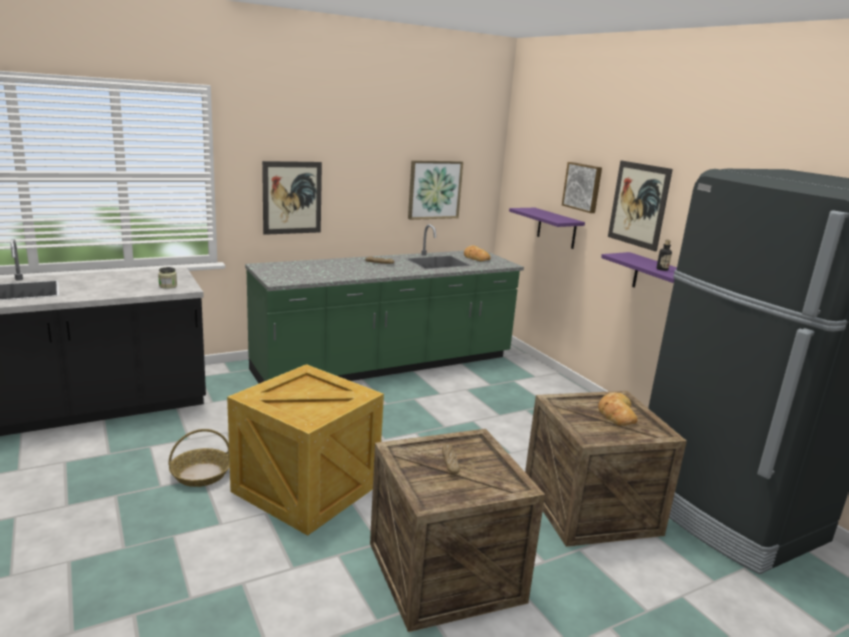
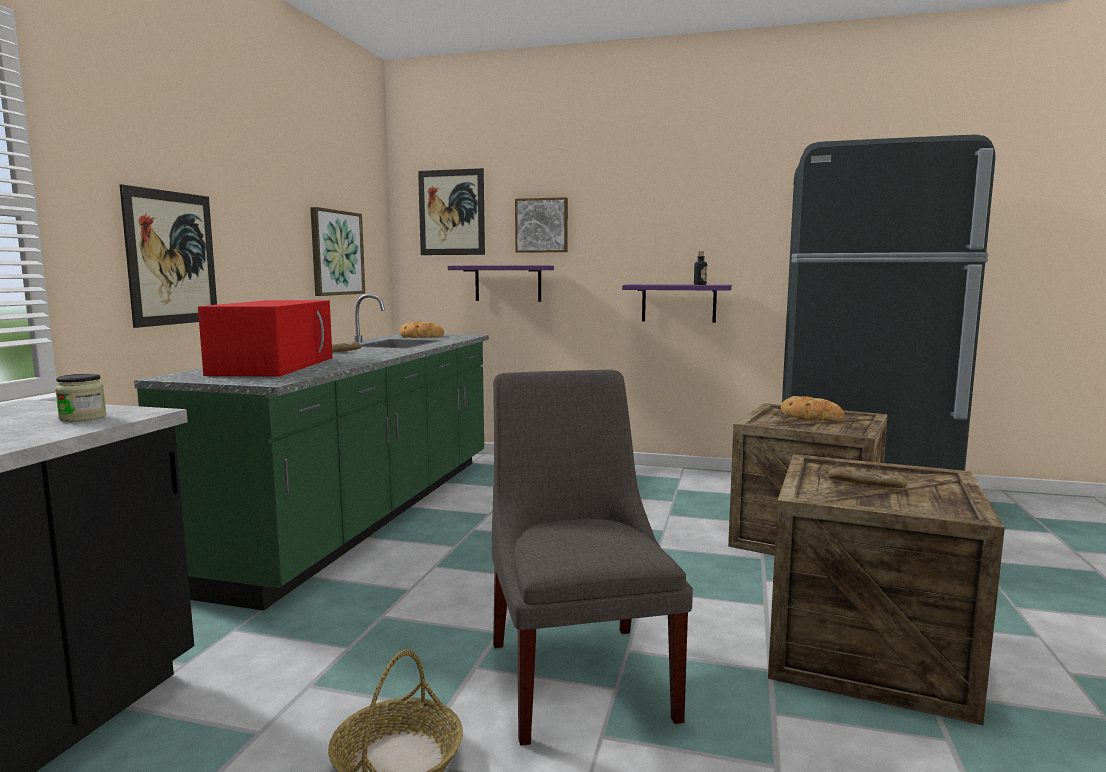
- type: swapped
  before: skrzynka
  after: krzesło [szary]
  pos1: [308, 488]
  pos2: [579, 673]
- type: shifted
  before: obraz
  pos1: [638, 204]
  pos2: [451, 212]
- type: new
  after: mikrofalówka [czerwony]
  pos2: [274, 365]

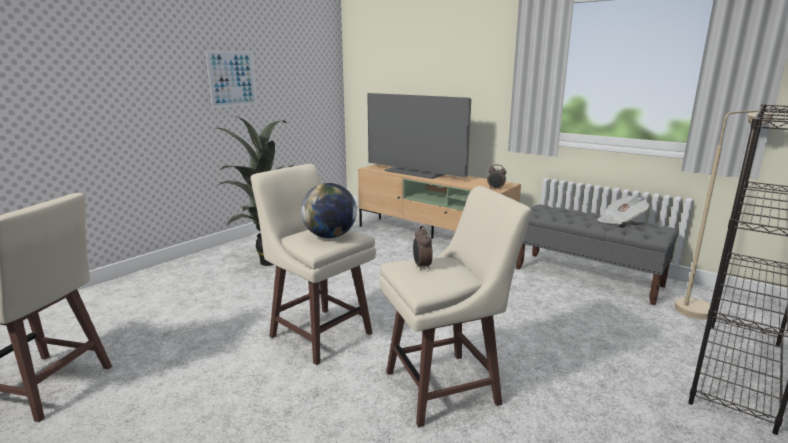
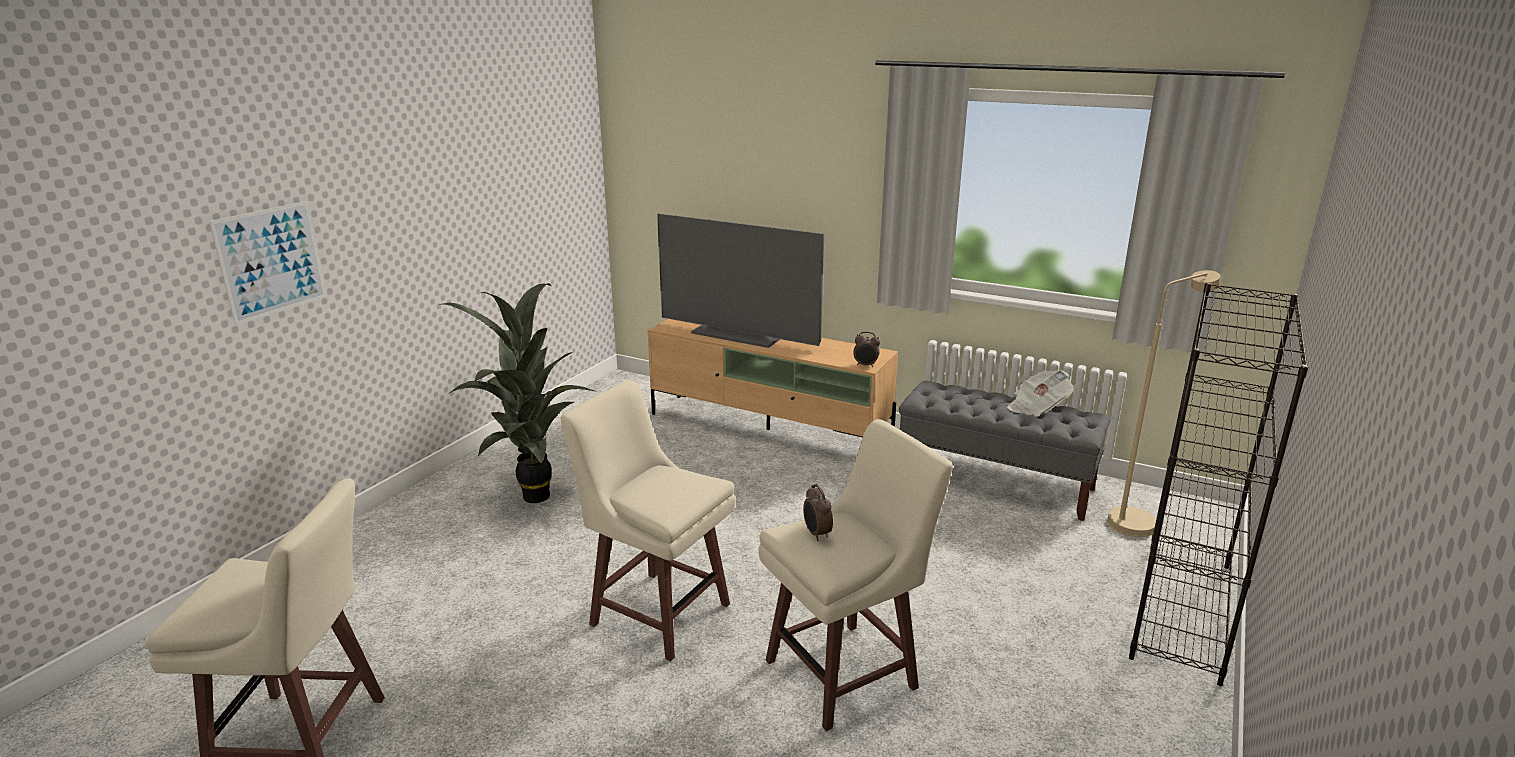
- type: shifted
  before: obraz
  pos1: [232, 79]
  pos2: [271, 261]
- type: gone
  before: globus
  pos1: [330, 236]

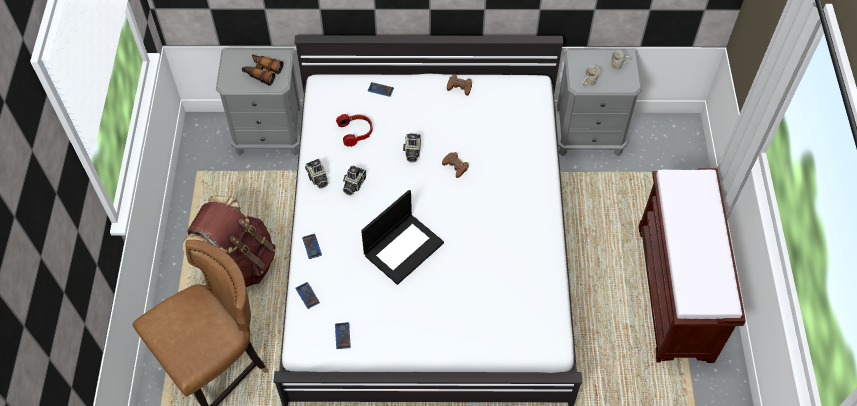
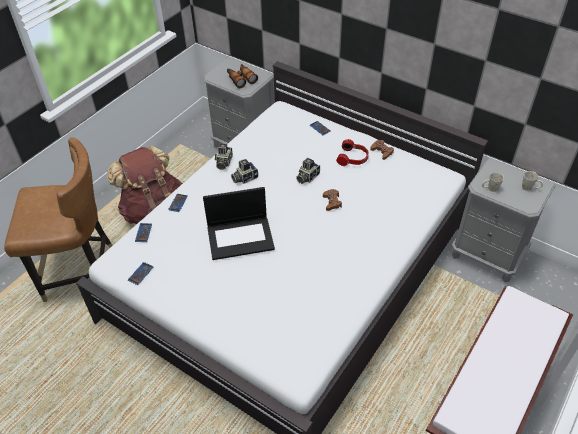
- type: shifted
  before: słuchawki
  pos1: [356, 132]
  pos2: [353, 158]

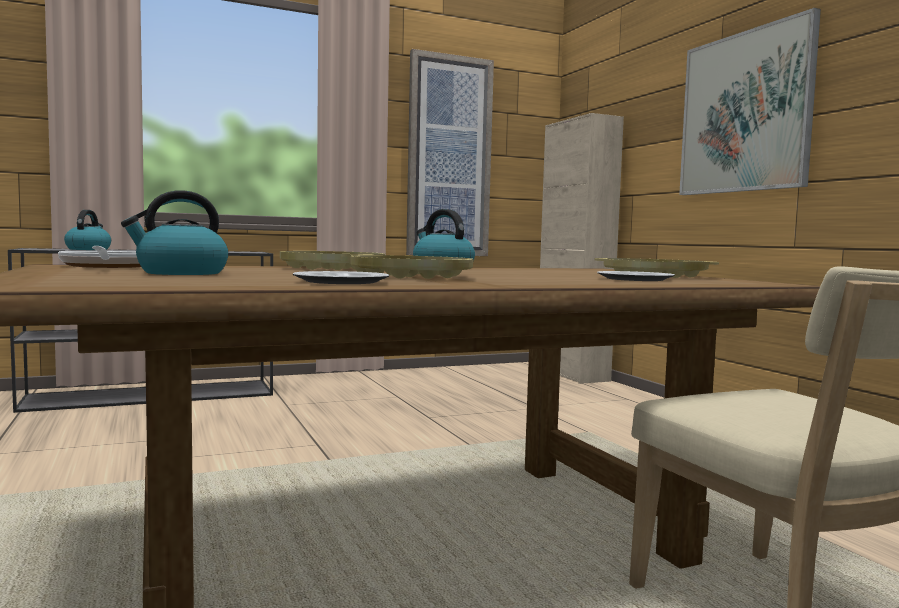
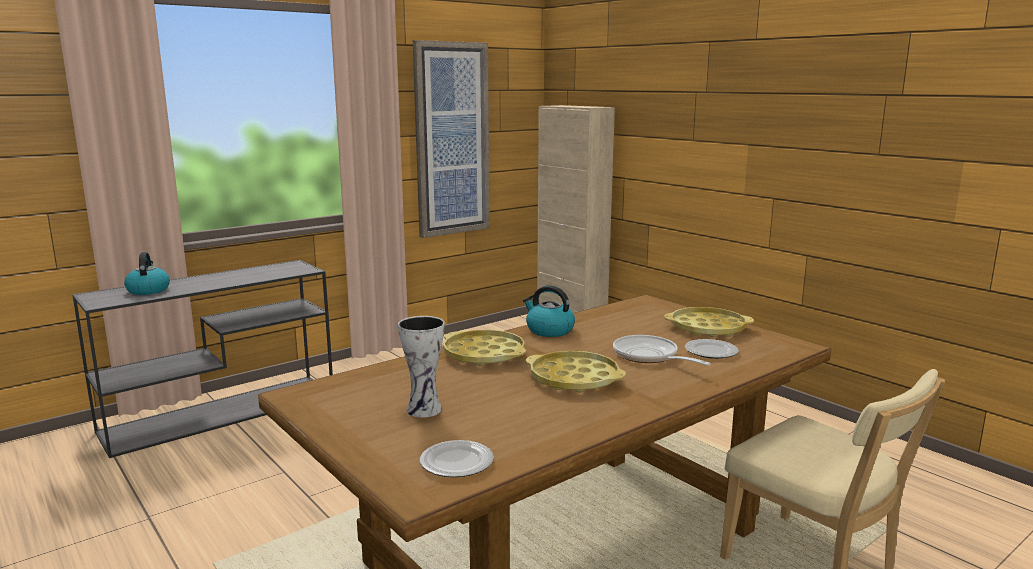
- type: shifted
  before: patelnia
  pos1: [108, 266]
  pos2: [649, 356]
- type: swapped
  before: czajnik
  after: wazon
  pos1: [181, 273]
  pos2: [426, 409]
- type: shifted
  before: talerz
  pos1: [341, 282]
  pos2: [456, 463]
- type: gone
  before: obraz
  pos1: [745, 112]

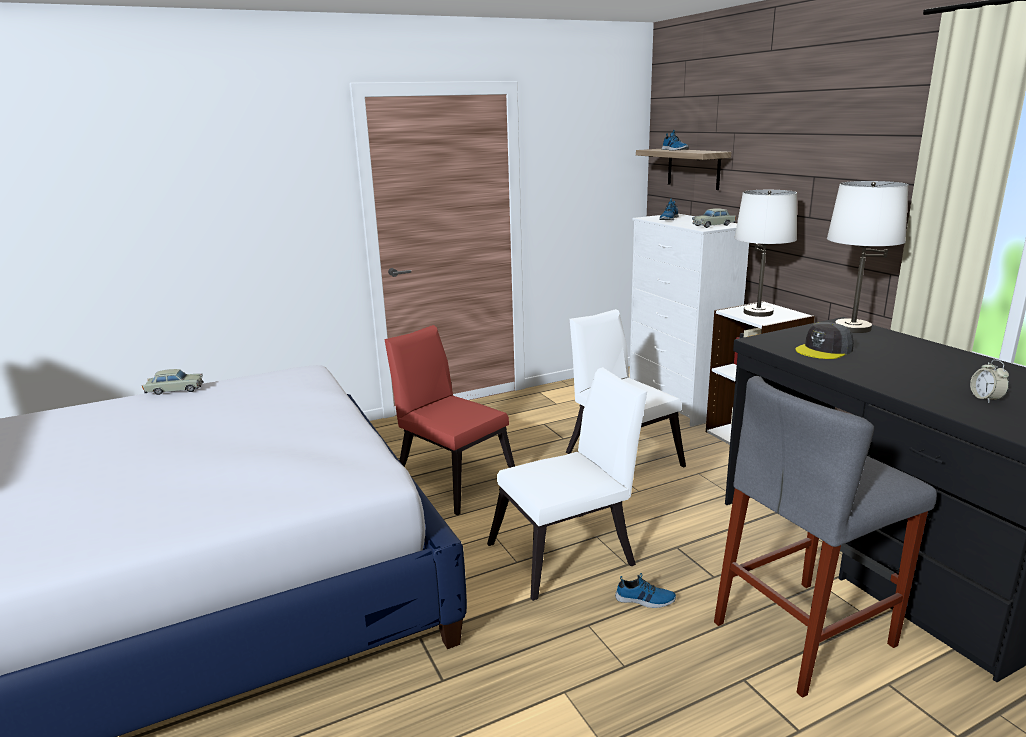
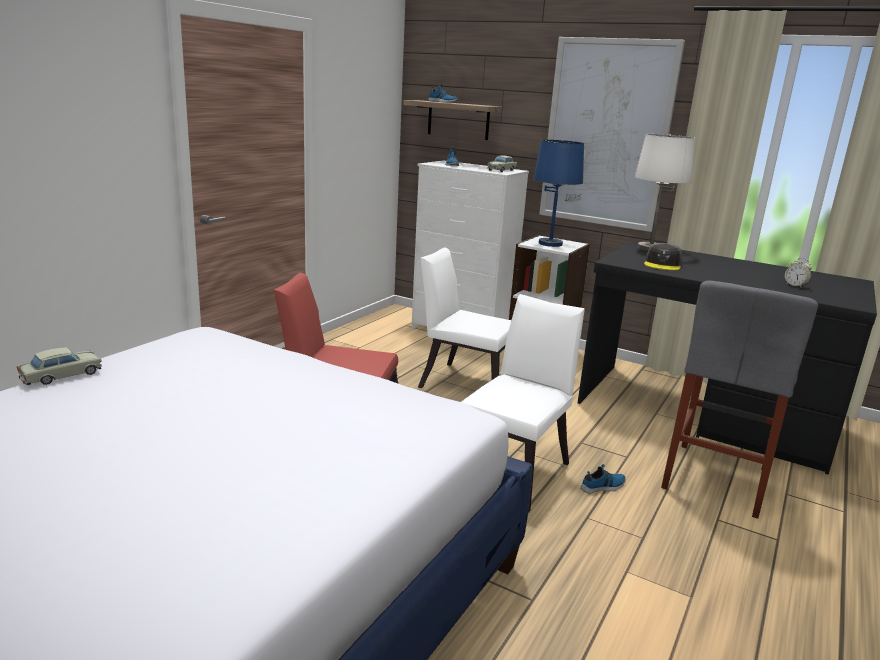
- type: repainted
  before: lampa stołowa [biały]
  after: lampa stołowa [niebieski]
  pos1: [758, 312]
  pos2: [550, 244]
- type: new
  after: obraz
  pos2: [606, 134]

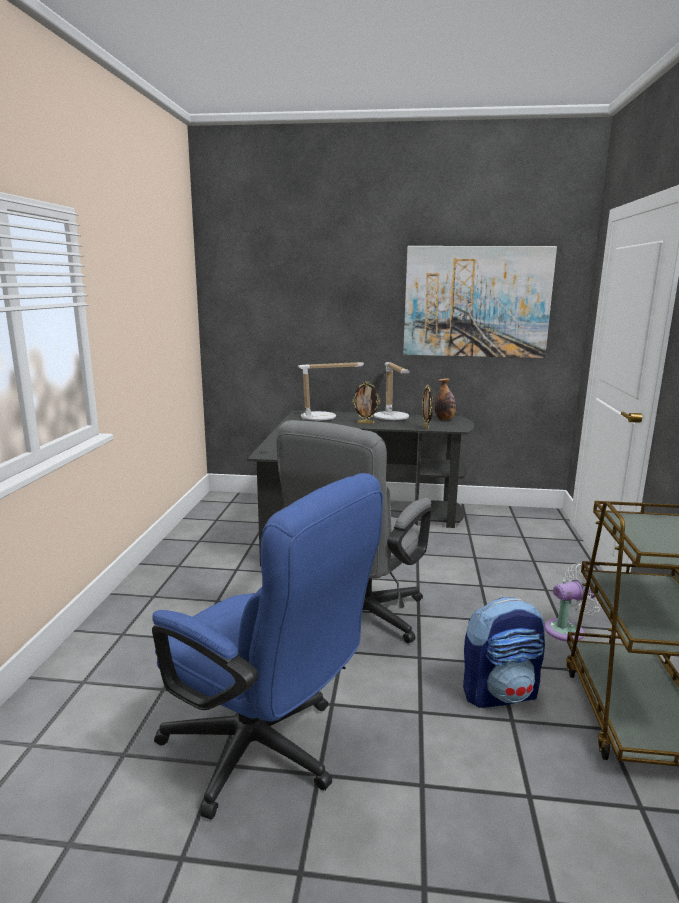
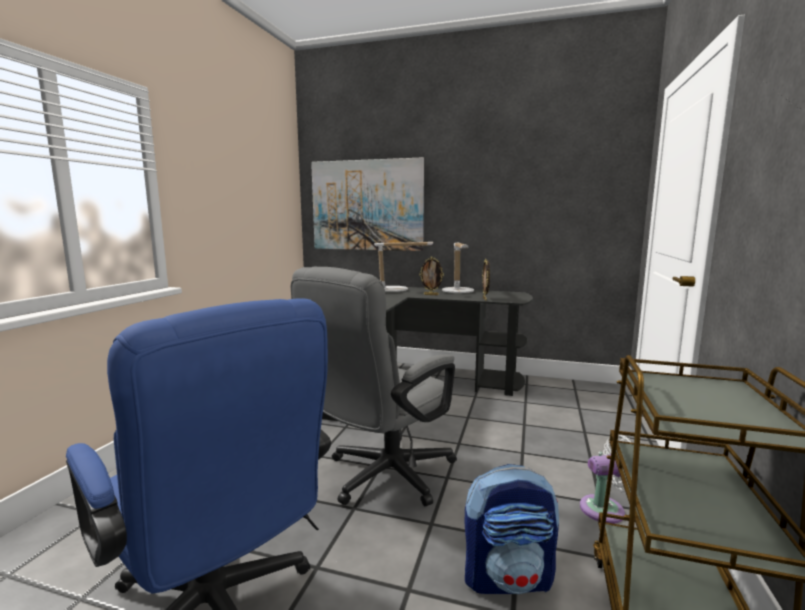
- type: shifted
  before: obraz
  pos1: [476, 302]
  pos2: [367, 205]
- type: gone
  before: butelka
  pos1: [444, 419]

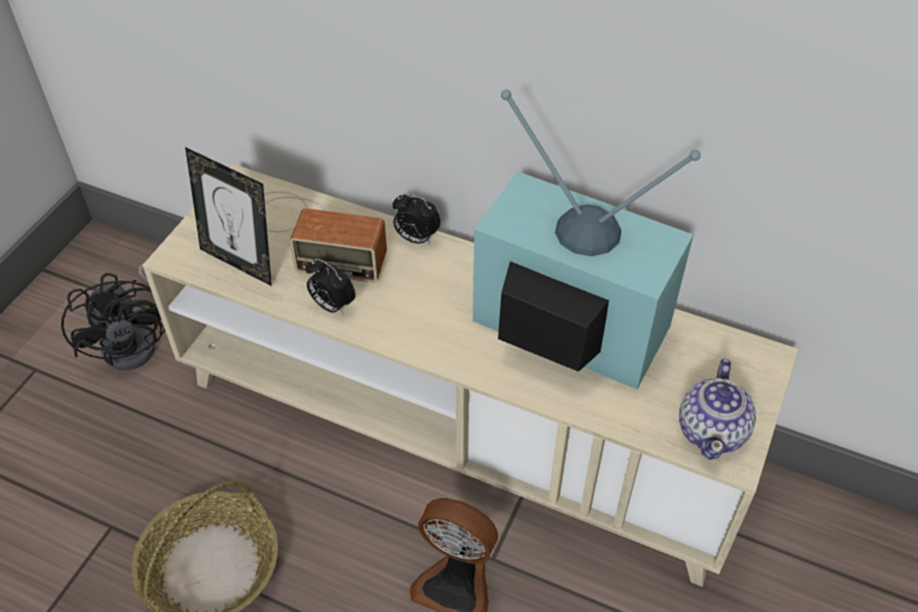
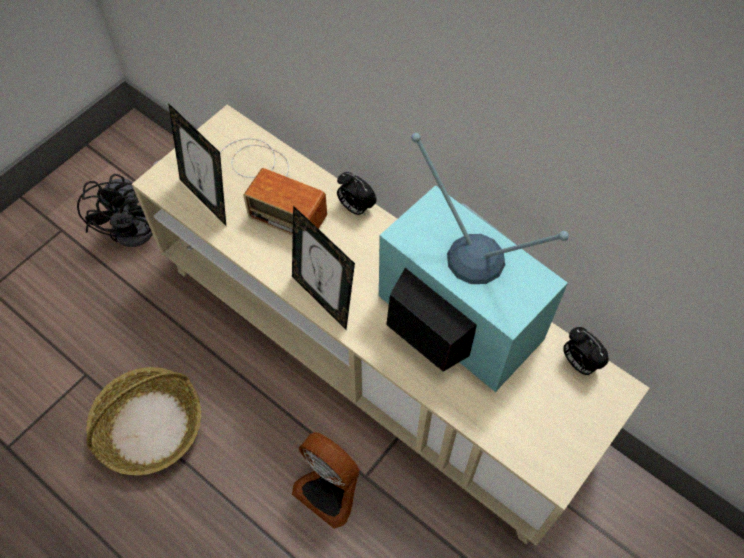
- type: shifted
  before: budzik
  pos1: [332, 305]
  pos2: [579, 363]
- type: gone
  before: imbryk
  pos1: [712, 430]
- type: new
  after: ramka na zdjęcie
  pos2: [323, 298]

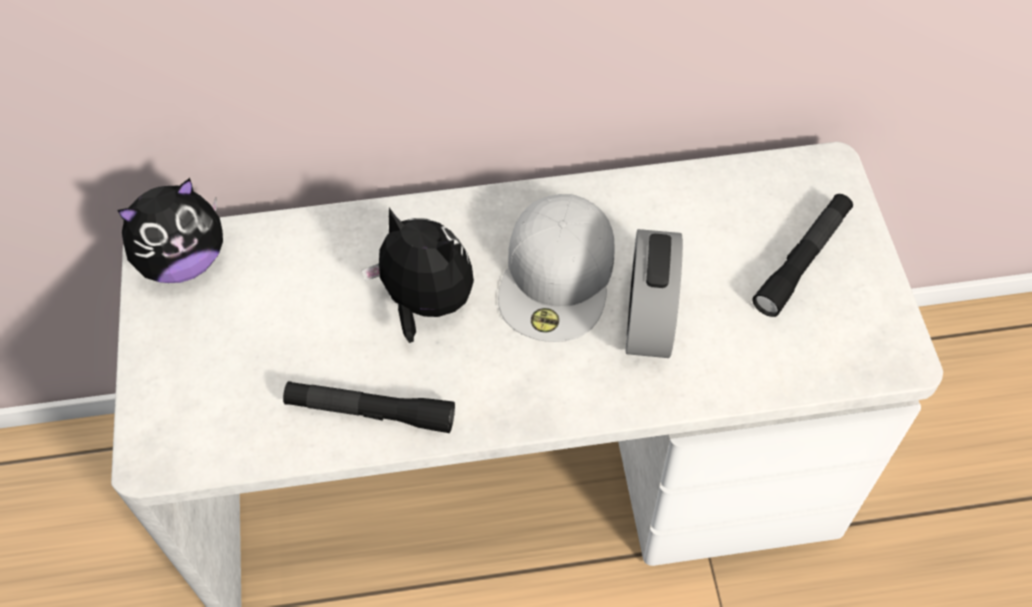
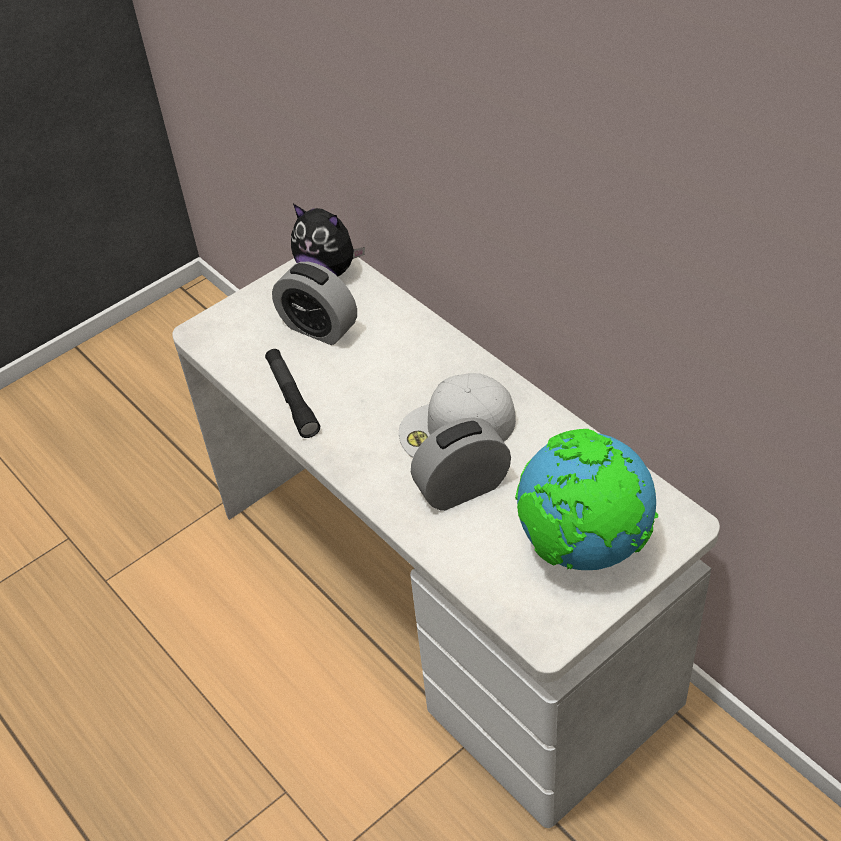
- type: gone
  before: pluszak
  pos1: [425, 303]
- type: swapped
  before: latarka [czarny]
  after: globus
  pos1: [802, 260]
  pos2: [583, 546]
- type: new
  after: budzik
  pos2: [318, 328]

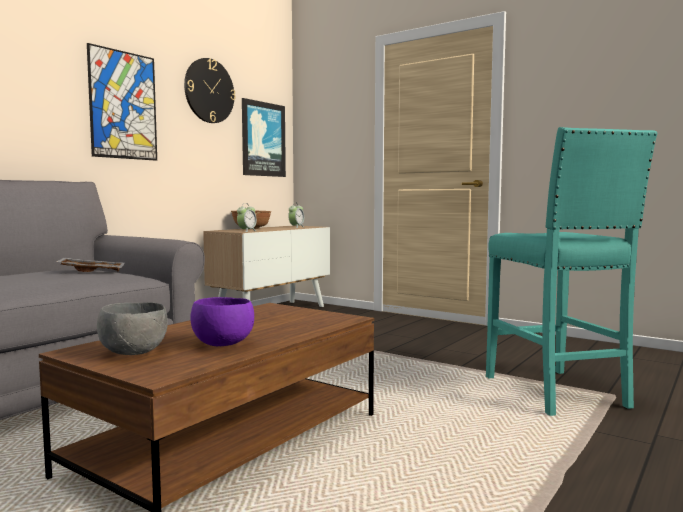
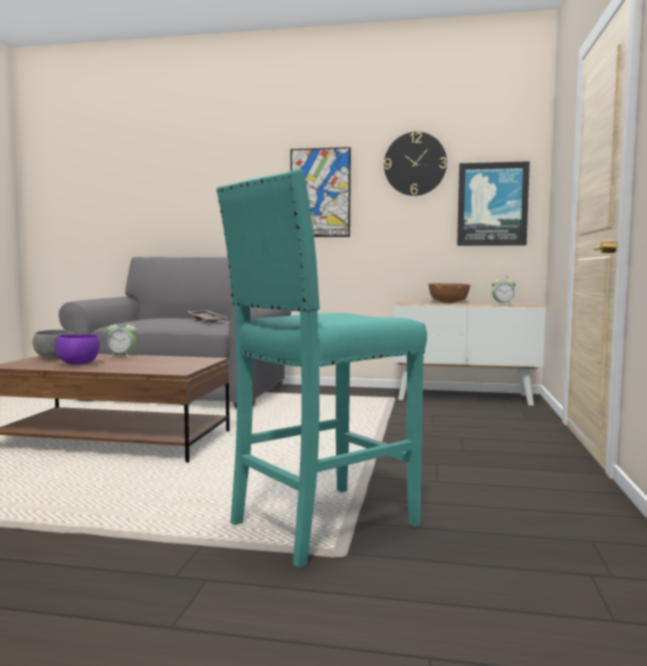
- type: shifted
  before: budzik
  pos1: [247, 231]
  pos2: [122, 356]

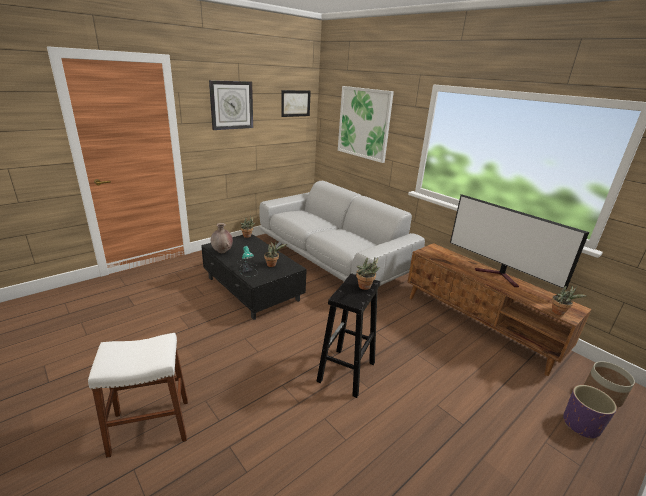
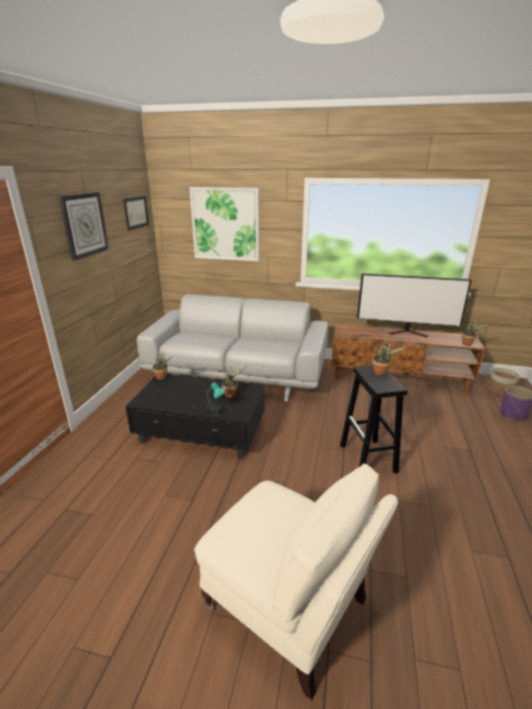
- type: swapped
  before: stołek [biały]
  after: fotel [beżowy]
  pos1: [150, 426]
  pos2: [289, 607]
- type: gone
  before: wazon [brązowy]
  pos1: [222, 252]

